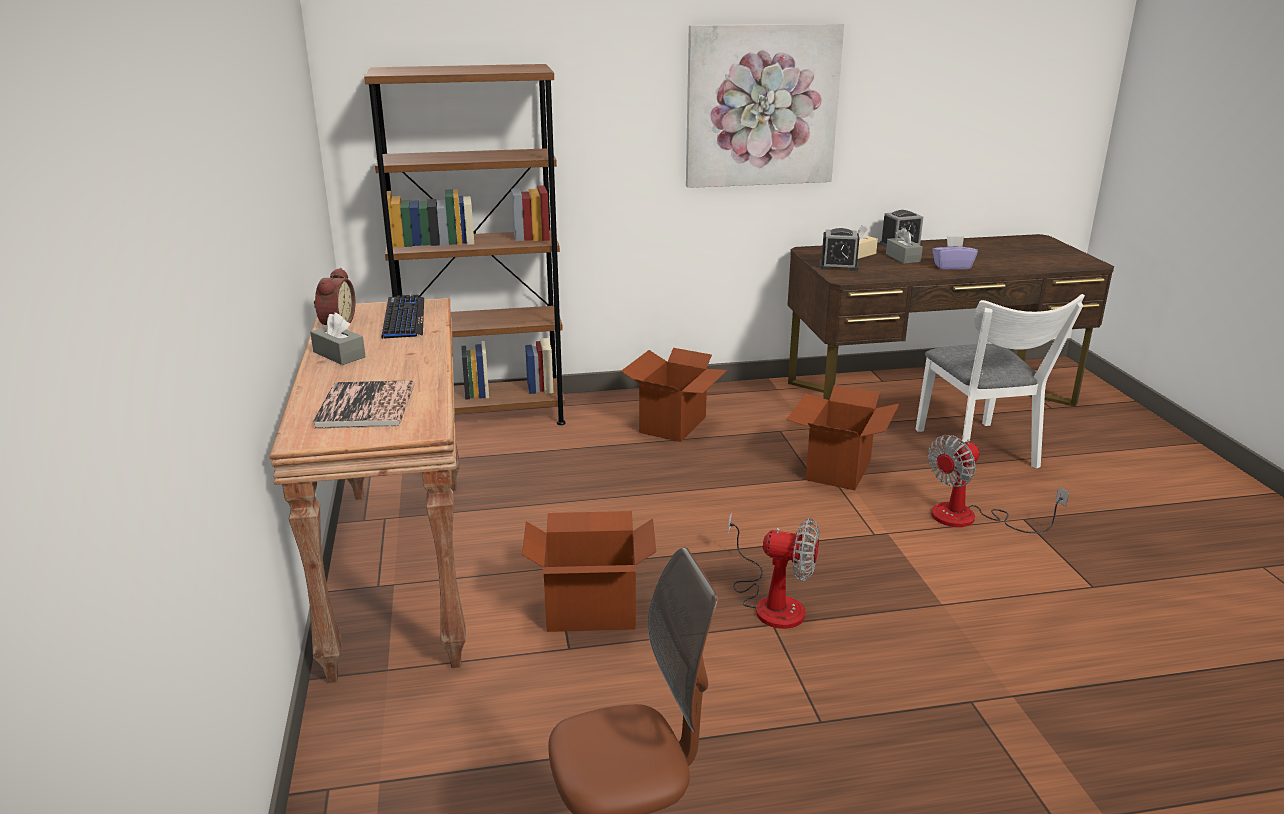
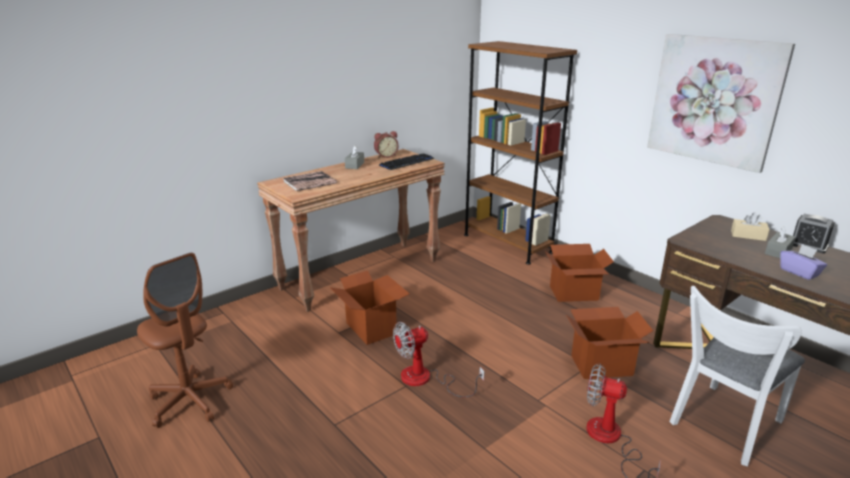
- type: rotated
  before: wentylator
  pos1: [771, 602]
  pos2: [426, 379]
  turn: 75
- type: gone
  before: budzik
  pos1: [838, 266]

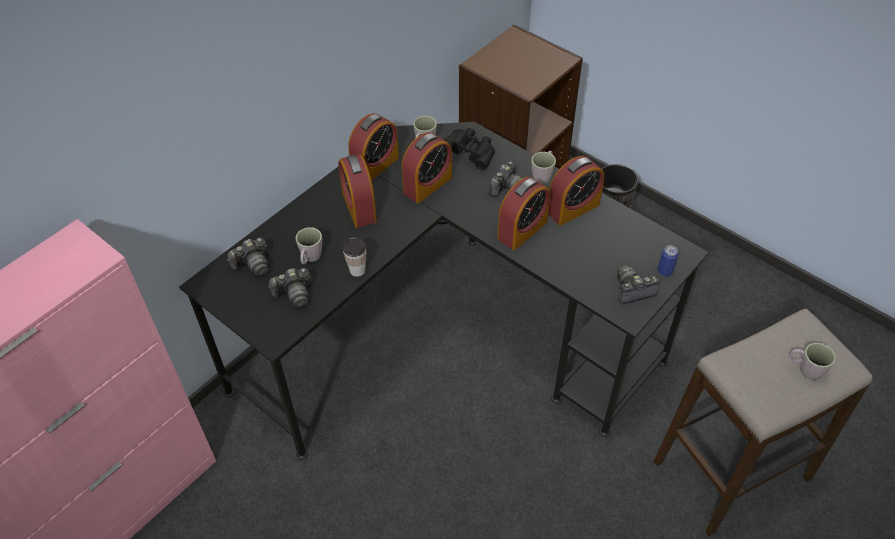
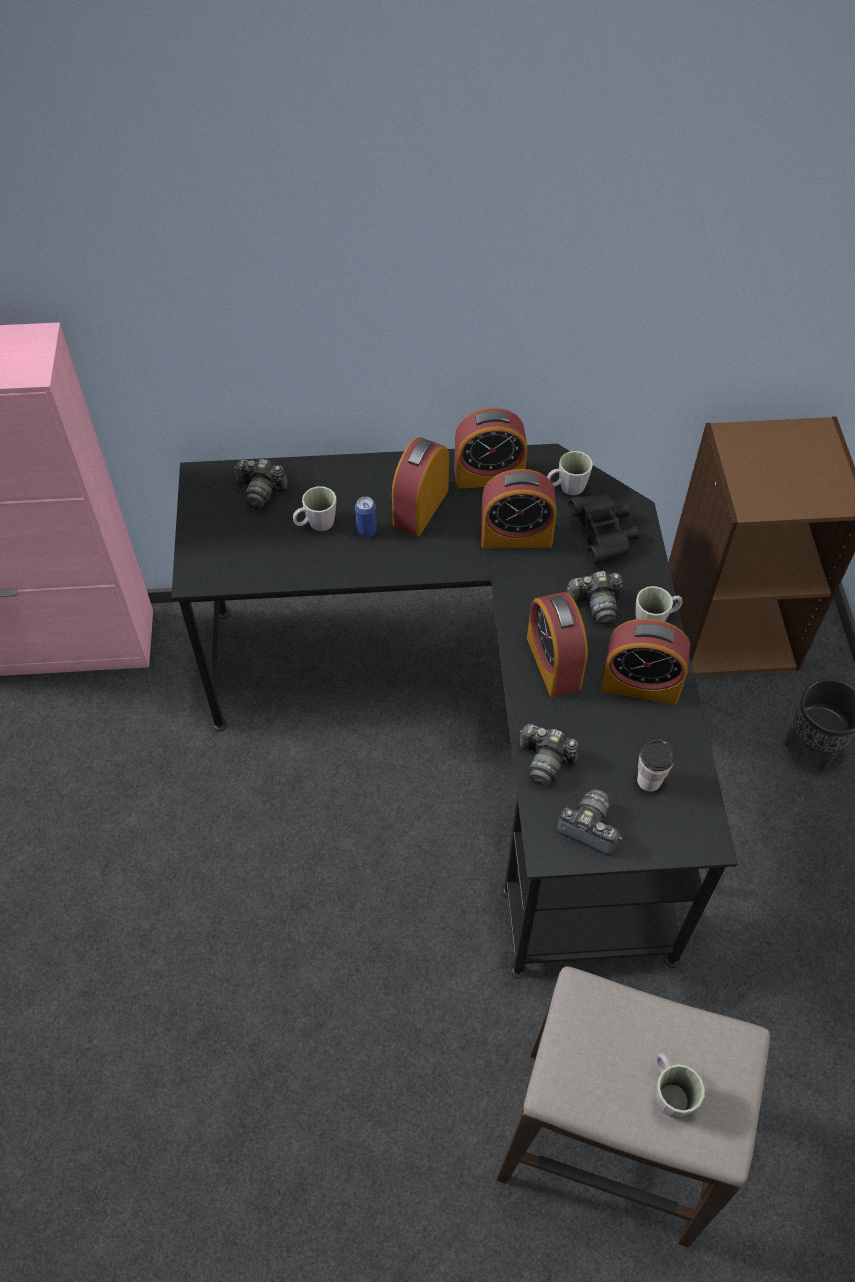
- type: shifted
  before: aparat fotograficzny
  pos1: [294, 294]
  pos2: [545, 760]
- type: shifted
  before: filiżanka
  pos1: [357, 270]
  pos2: [649, 780]
- type: rotated
  before: budzik
  pos1: [522, 230]
  pos2: [553, 663]
  turn: 75
- type: shifted
  before: puszka
  pos1: [665, 271]
  pos2: [366, 530]

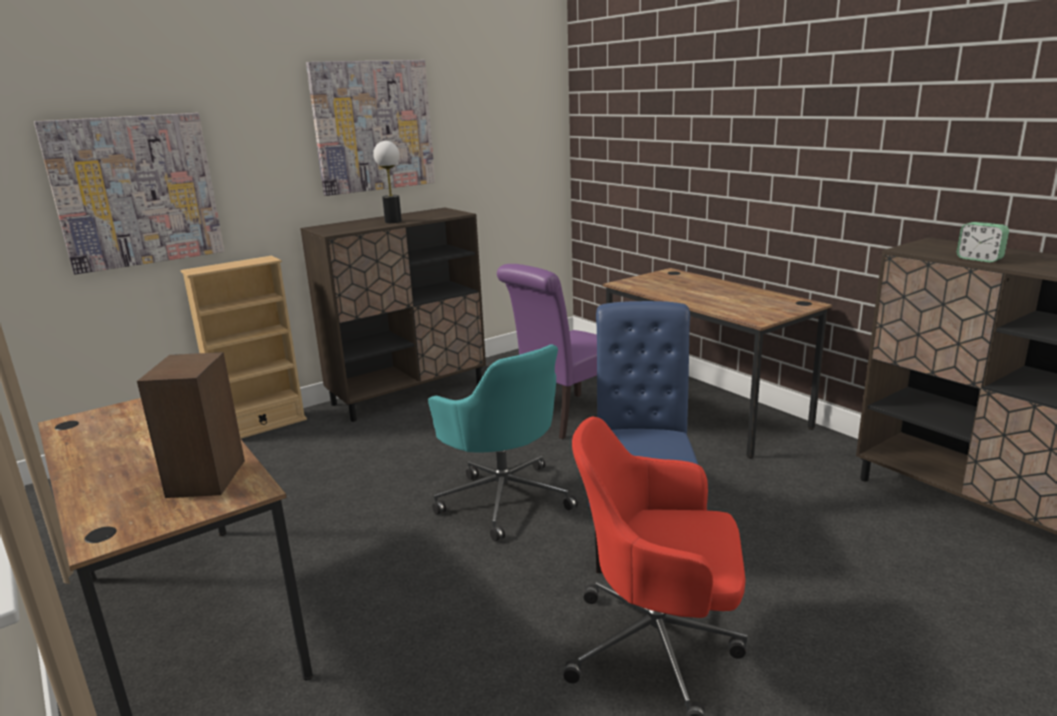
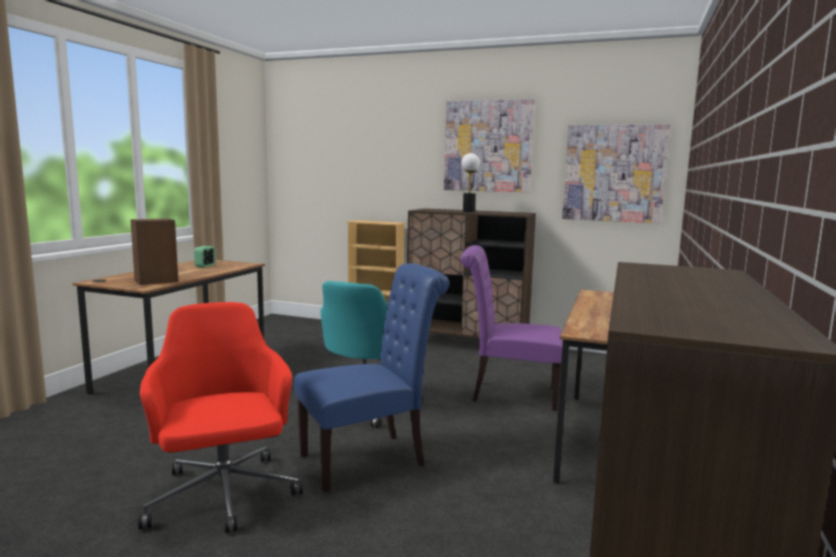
- type: shifted
  before: obraz
  pos1: [136, 191]
  pos2: [614, 173]
- type: shifted
  before: budzik
  pos1: [979, 259]
  pos2: [205, 266]

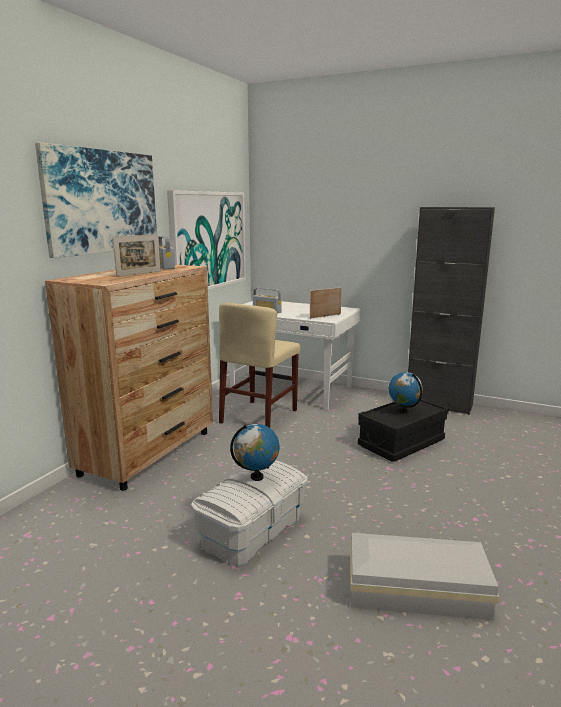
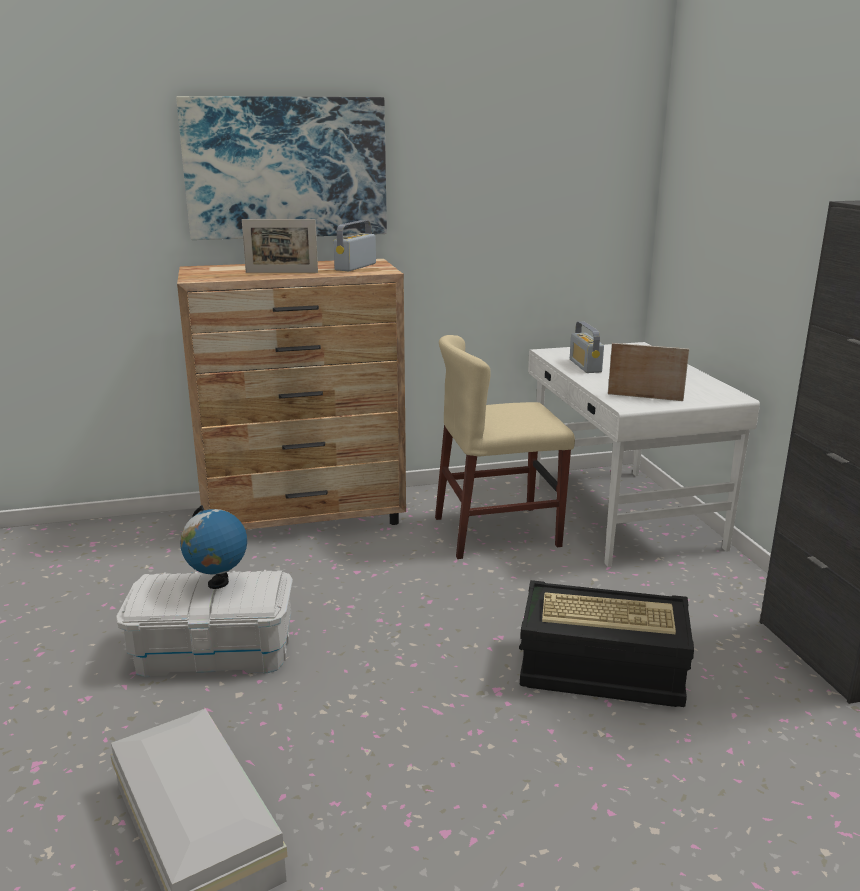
- type: gone
  before: obraz
  pos1: [208, 240]
- type: swapped
  before: globus
  after: klawiatura
  pos1: [404, 411]
  pos2: [608, 614]

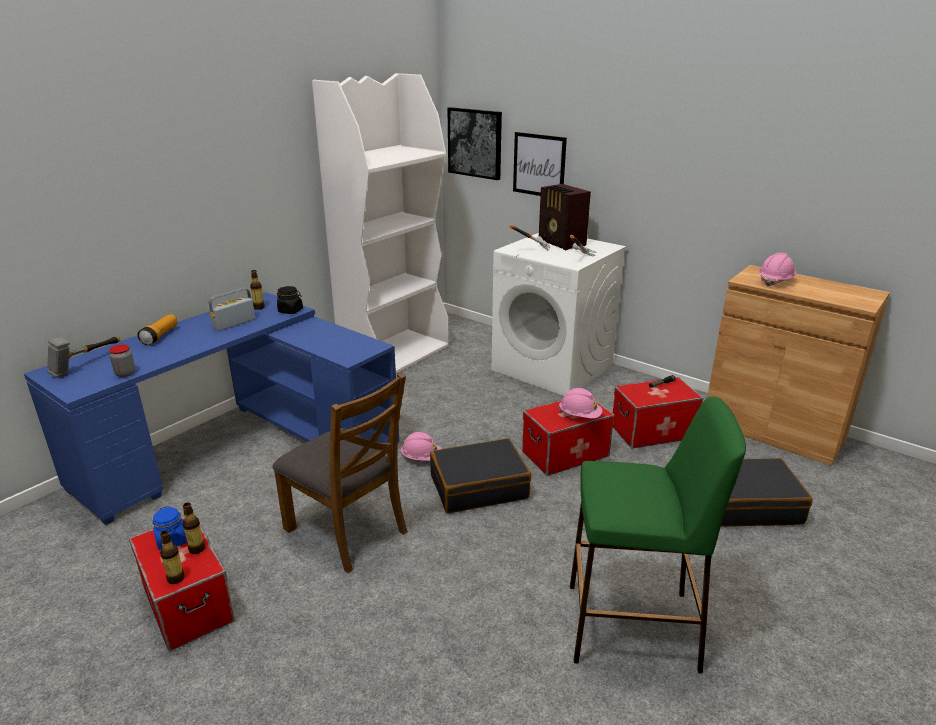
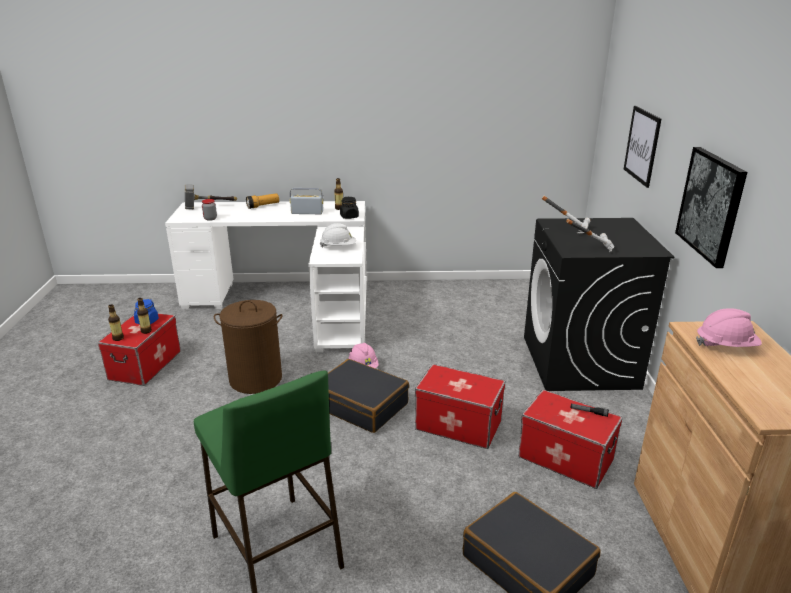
- type: repainted
  before: biurko [niebieski]
  after: biurko [biały]
  pos1: [243, 446]
  pos2: [293, 304]
- type: swapped
  before: krzesło [brązowy]
  after: kosz na pranie [brązowy]
  pos1: [347, 530]
  pos2: [255, 379]
- type: gone
  before: regał [biały]
  pos1: [395, 354]
- type: shifted
  before: obraz
  pos1: [475, 143]
  pos2: [711, 205]
- type: repainted
  before: pralka [biały]
  after: pralka [czarny]
  pos1: [553, 368]
  pos2: [580, 362]
- type: gone
  before: radio
  pos1: [561, 243]
- type: gone
  before: kask [różowy]
  pos1: [579, 416]
- type: new
  after: kask [biały]
  pos2: [338, 247]

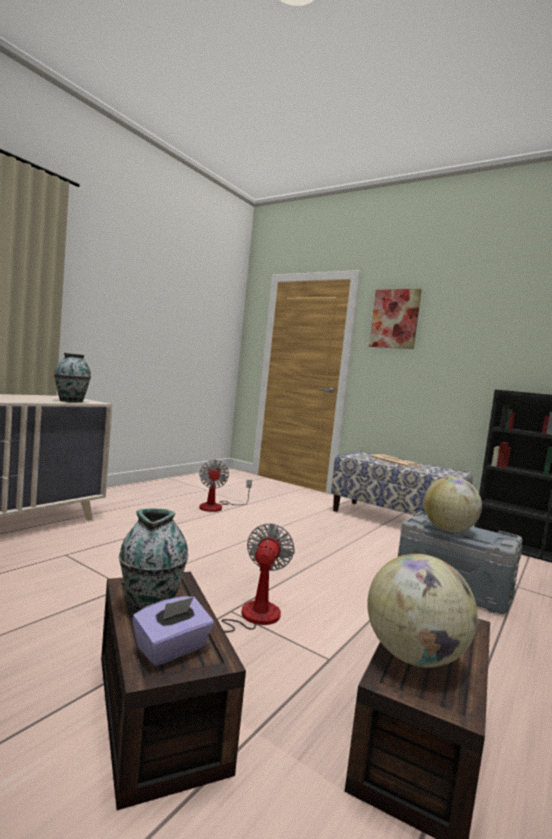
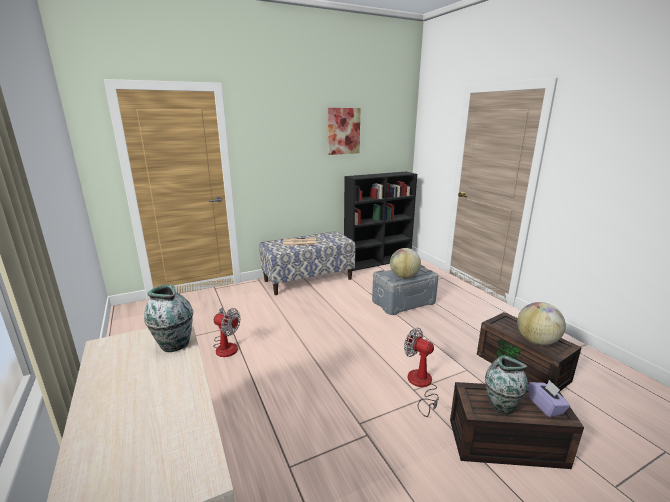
- type: shifted
  before: obraz
  pos1: [394, 319]
  pos2: [343, 131]

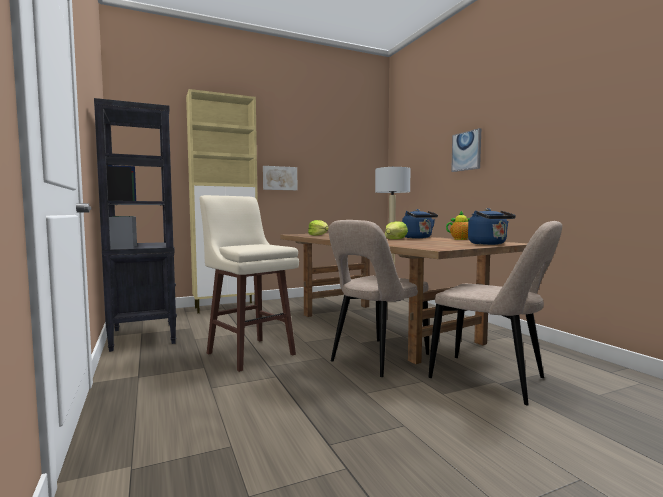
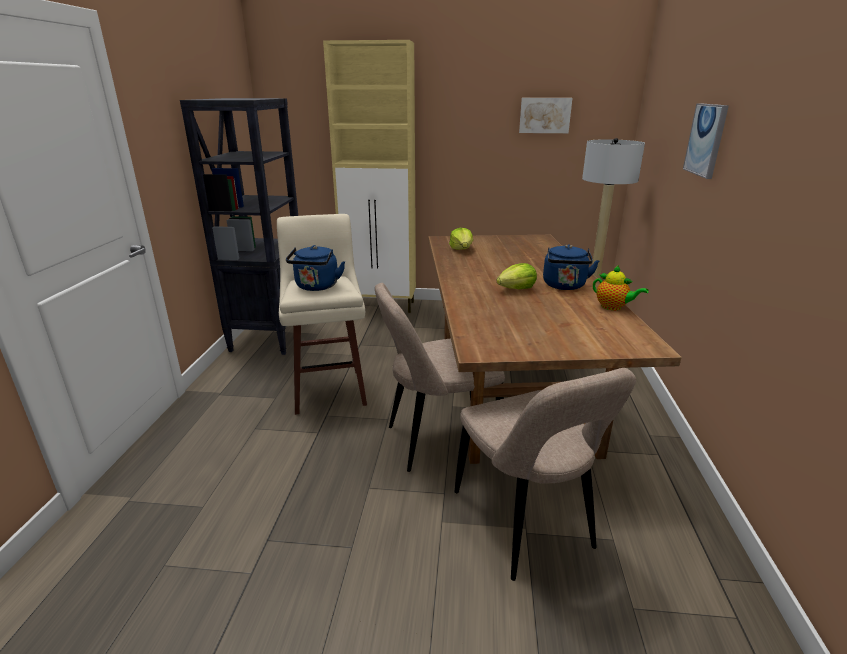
- type: shifted
  before: obraz
  pos1: [279, 178]
  pos2: [544, 115]
- type: shifted
  before: czajnik [niebieski]
  pos1: [489, 244]
  pos2: [316, 287]

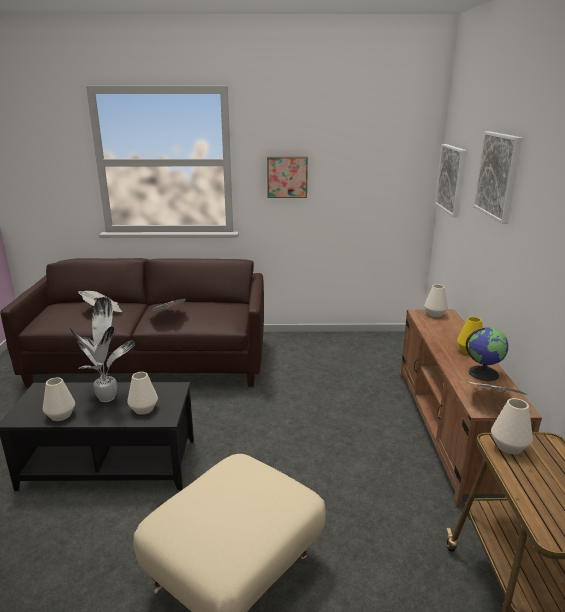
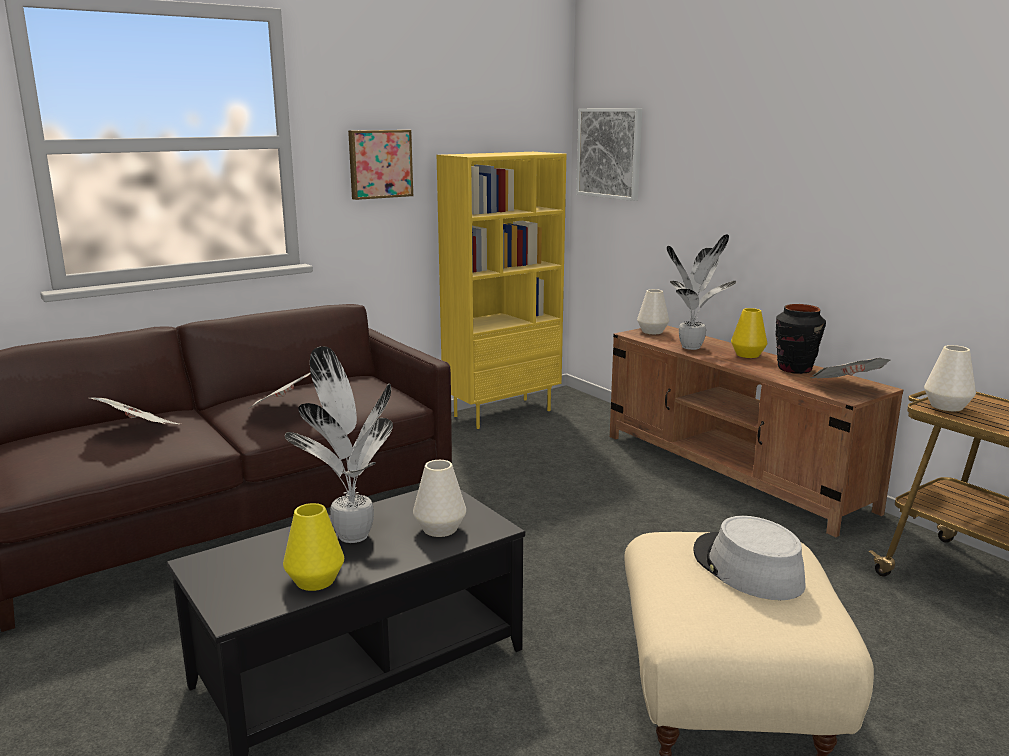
- type: repainted
  before: wazon [biały]
  after: wazon [żółty]
  pos1: [61, 415]
  pos2: [315, 581]
- type: swapped
  before: globus
  after: wazon [czarny]
  pos1: [483, 373]
  pos2: [795, 369]
- type: gone
  before: obraz
  pos1: [498, 175]
- type: new
  after: regał [żółty]
  pos2: [502, 413]
- type: new
  after: roślina doniczkowa
  pos2: [692, 347]
- type: new
  after: kapelusz [szary]
  pos2: [746, 568]

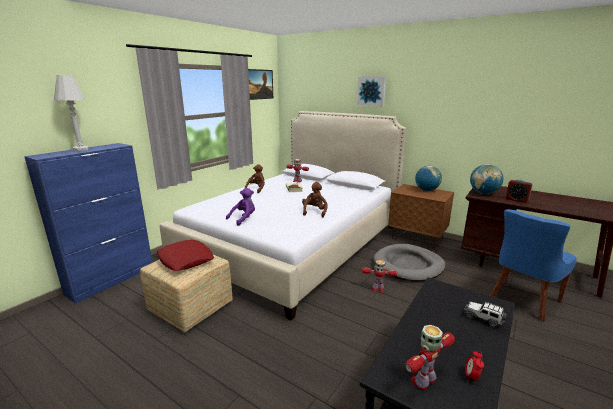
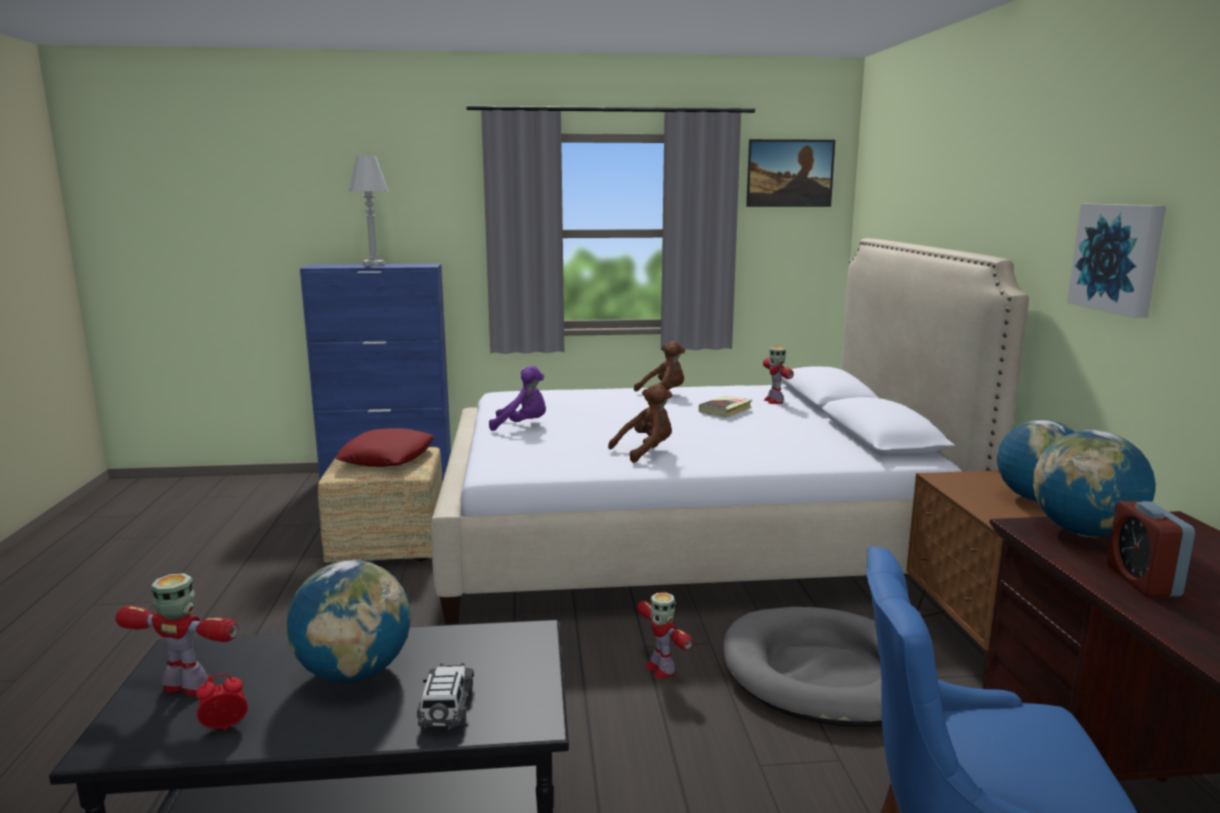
- type: shifted
  before: obraz
  pos1: [371, 91]
  pos2: [1118, 258]
- type: new
  after: globus
  pos2: [354, 673]

